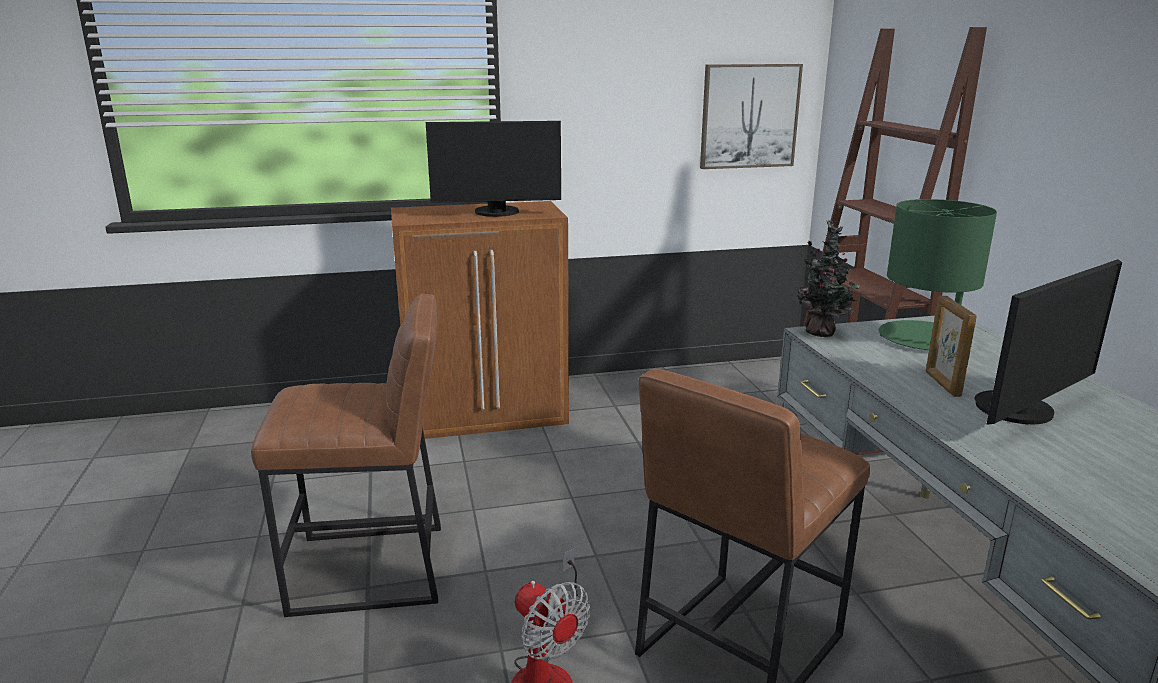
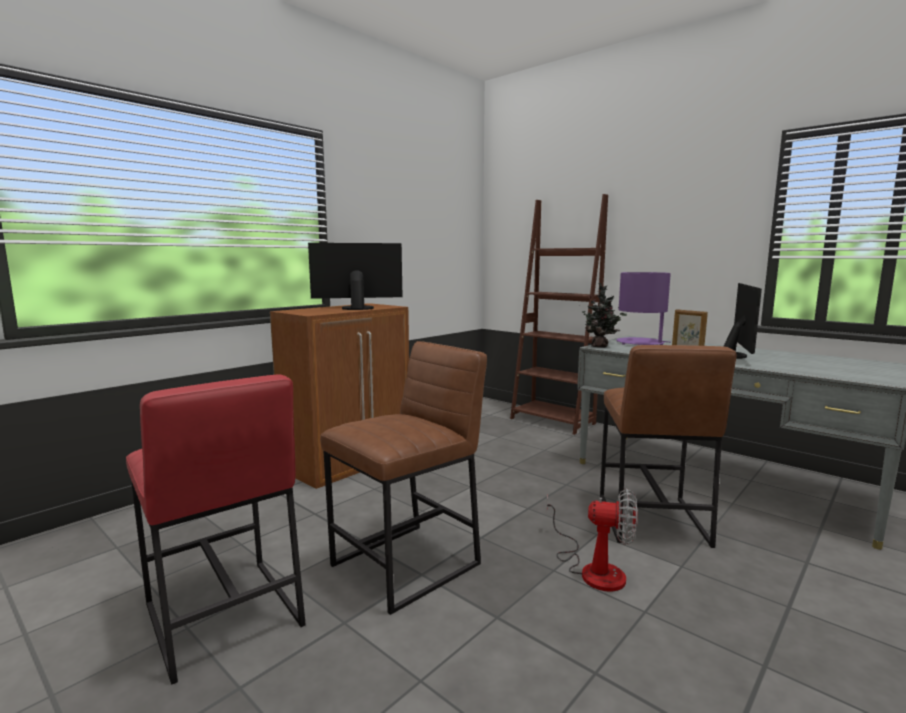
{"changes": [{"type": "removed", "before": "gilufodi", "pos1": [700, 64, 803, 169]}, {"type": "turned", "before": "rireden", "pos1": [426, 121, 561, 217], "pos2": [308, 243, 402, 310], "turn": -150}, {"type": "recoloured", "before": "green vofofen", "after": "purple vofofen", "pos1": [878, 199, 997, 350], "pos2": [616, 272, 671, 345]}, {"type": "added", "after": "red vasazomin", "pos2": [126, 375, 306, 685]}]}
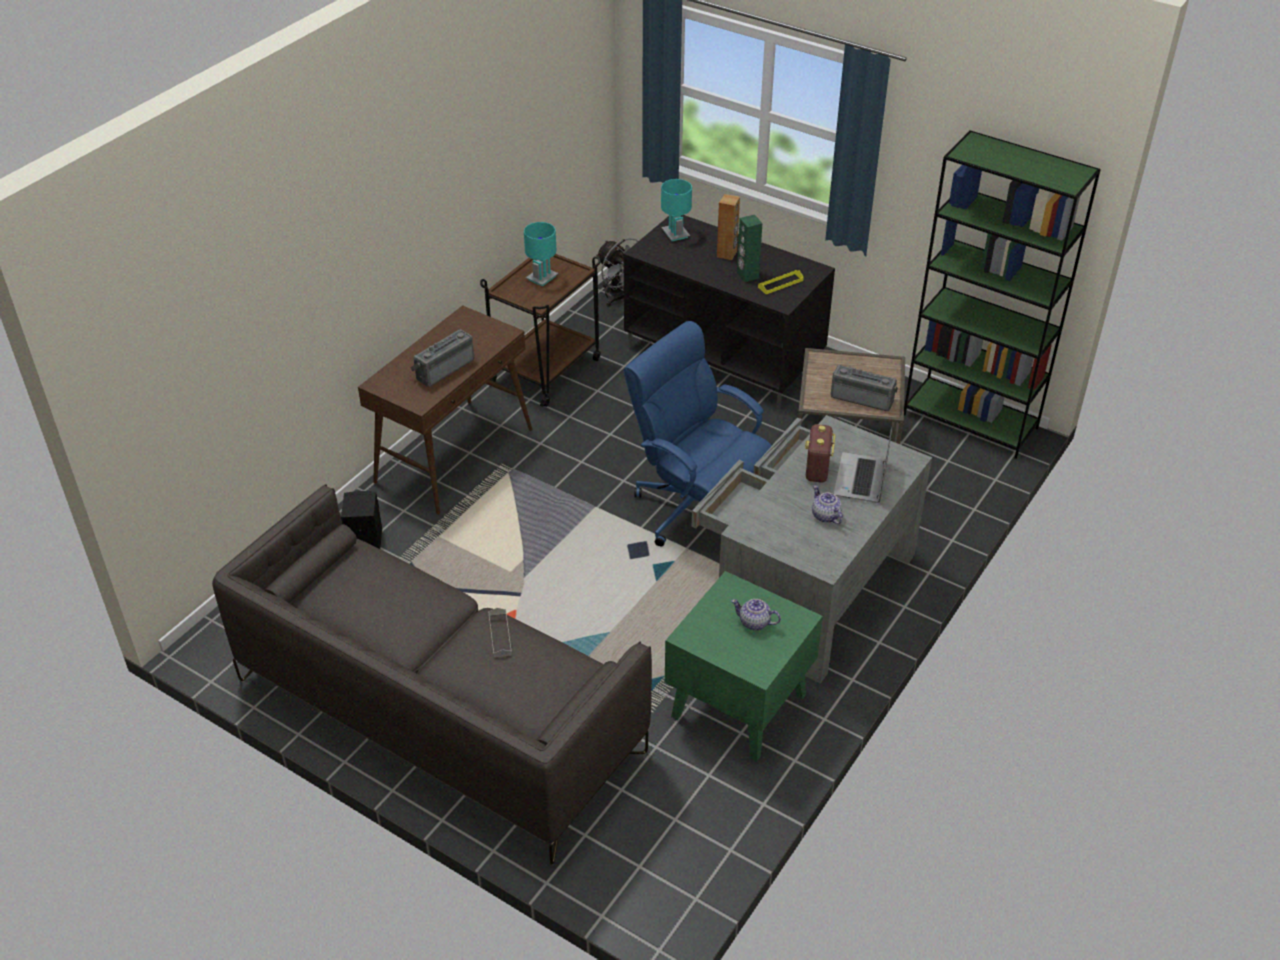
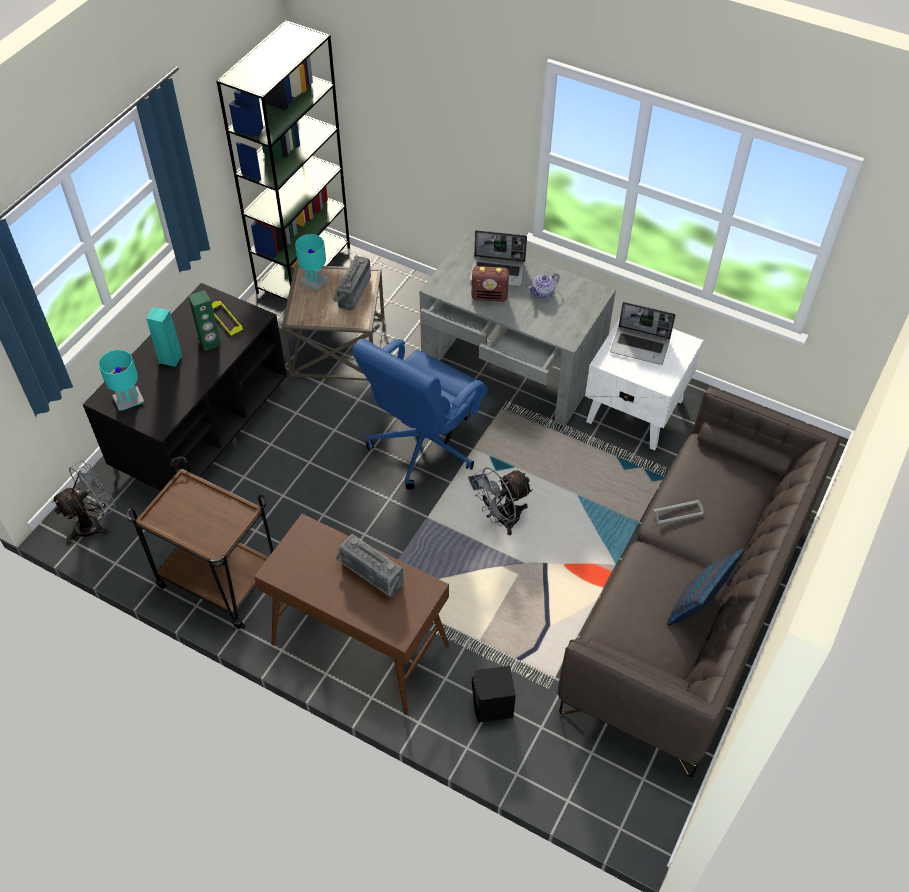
{"changes": [{"type": "recoloured", "before": "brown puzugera", "after": "turquoise puzugera", "pos1": [717, 194, 740, 260], "pos2": [146, 307, 182, 367]}, {"type": "moved", "before": "turquoise vofofen", "pos1": [524, 222, 558, 286], "pos2": [295, 234, 329, 290]}, {"type": "recoloured", "before": "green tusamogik", "after": "white tusamogik", "pos1": [665, 571, 823, 761], "pos2": [585, 318, 703, 450]}, {"type": "replaced", "before": "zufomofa", "after": "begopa", "pos1": [731, 599, 781, 630], "pos2": [610, 302, 676, 365]}, {"type": "added", "after": "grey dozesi", "pos2": [472, 467, 533, 536]}, {"type": "added", "after": "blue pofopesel", "pos2": [667, 549, 744, 626]}]}
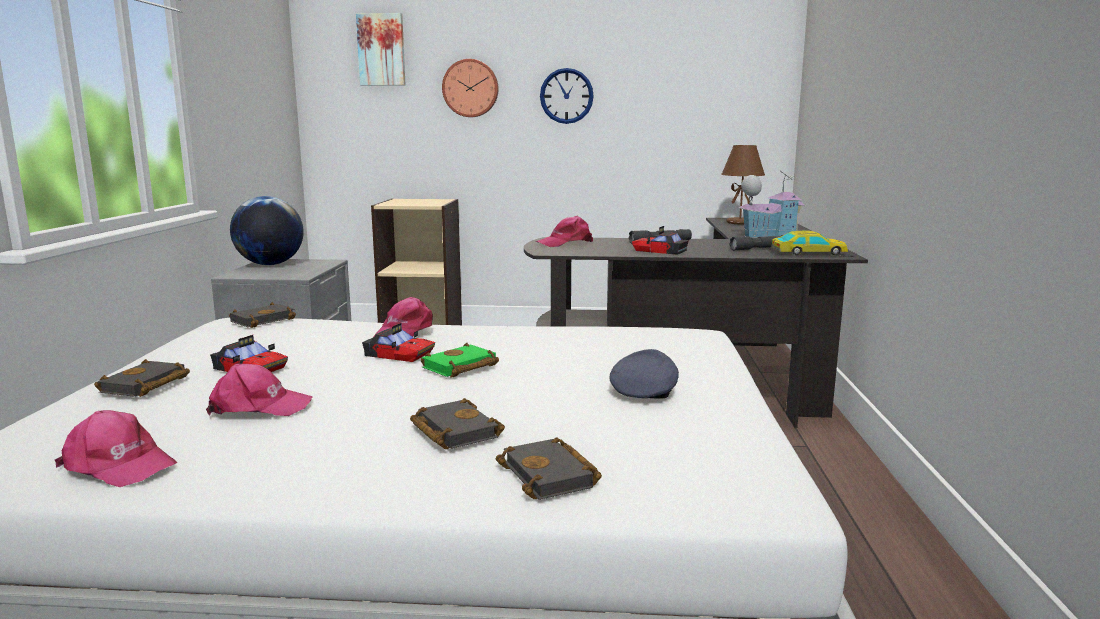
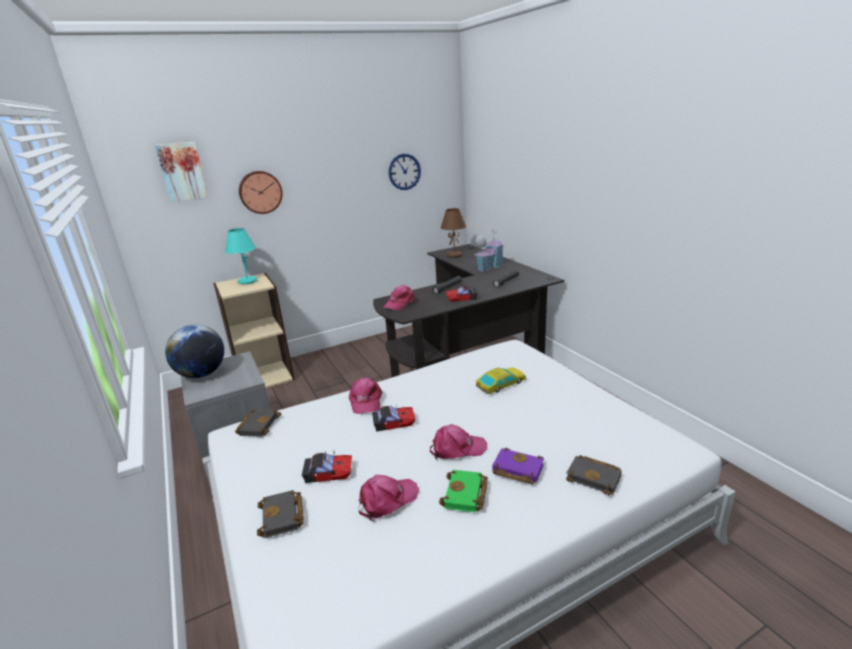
{"changes": [{"type": "moved", "before": "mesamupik", "pos1": [540, 68, 594, 124], "pos2": [389, 154, 421, 190]}, {"type": "moved", "before": "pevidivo", "pos1": [772, 231, 848, 255], "pos2": [476, 367, 526, 394]}, {"type": "moved", "before": "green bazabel", "pos1": [420, 343, 499, 378], "pos2": [439, 470, 488, 512]}, {"type": "removed", "before": "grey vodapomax", "pos1": [610, 349, 679, 399]}, {"type": "recoloured", "before": "black bazabel", "after": "purple bazabel", "pos1": [410, 398, 505, 449], "pos2": [492, 448, 544, 484]}, {"type": "moved", "before": "pink vodapomax", "pos1": [55, 410, 177, 487], "pos2": [430, 424, 487, 460]}, {"type": "added", "after": "turquoise vofofen", "pos2": [225, 228, 257, 284]}]}
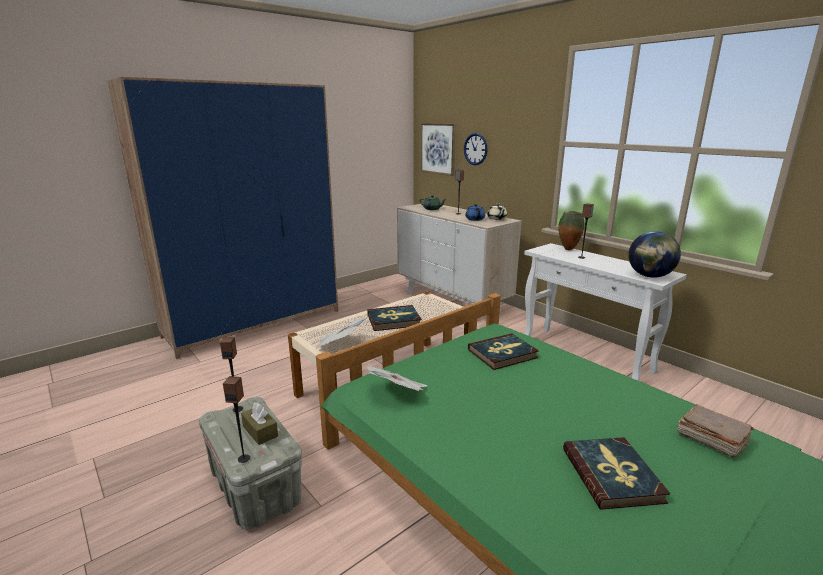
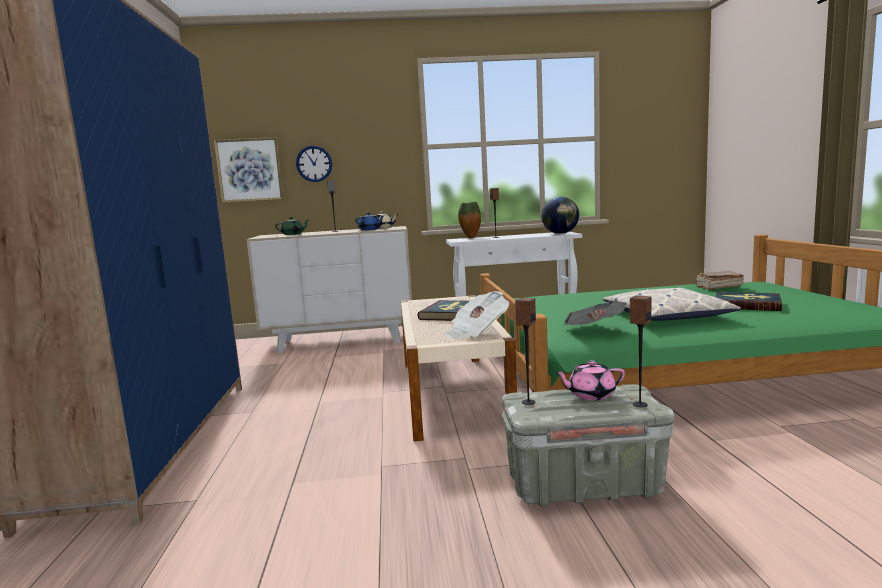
{"changes": [{"type": "removed", "before": "bazabel", "pos1": [468, 333, 539, 370]}, {"type": "replaced", "before": "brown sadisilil", "after": "pink zufomofa", "pos1": [241, 403, 278, 445], "pos2": [555, 360, 625, 400]}, {"type": "added", "after": "pofopesel", "pos2": [603, 287, 741, 321]}]}
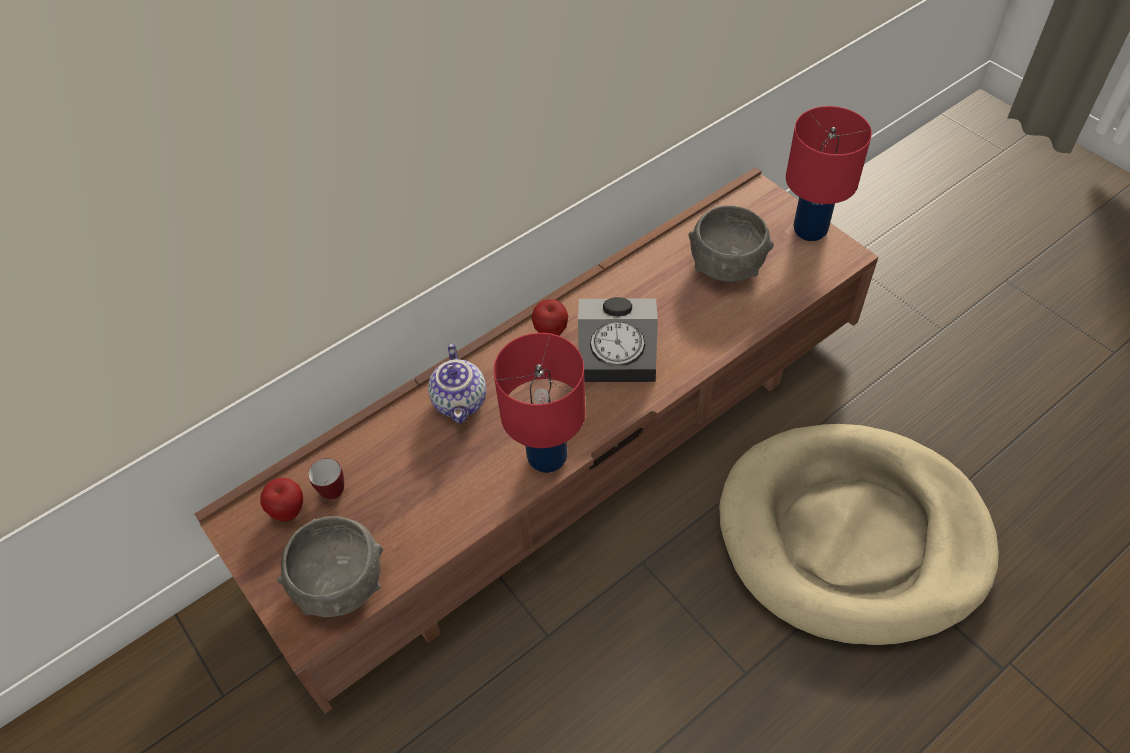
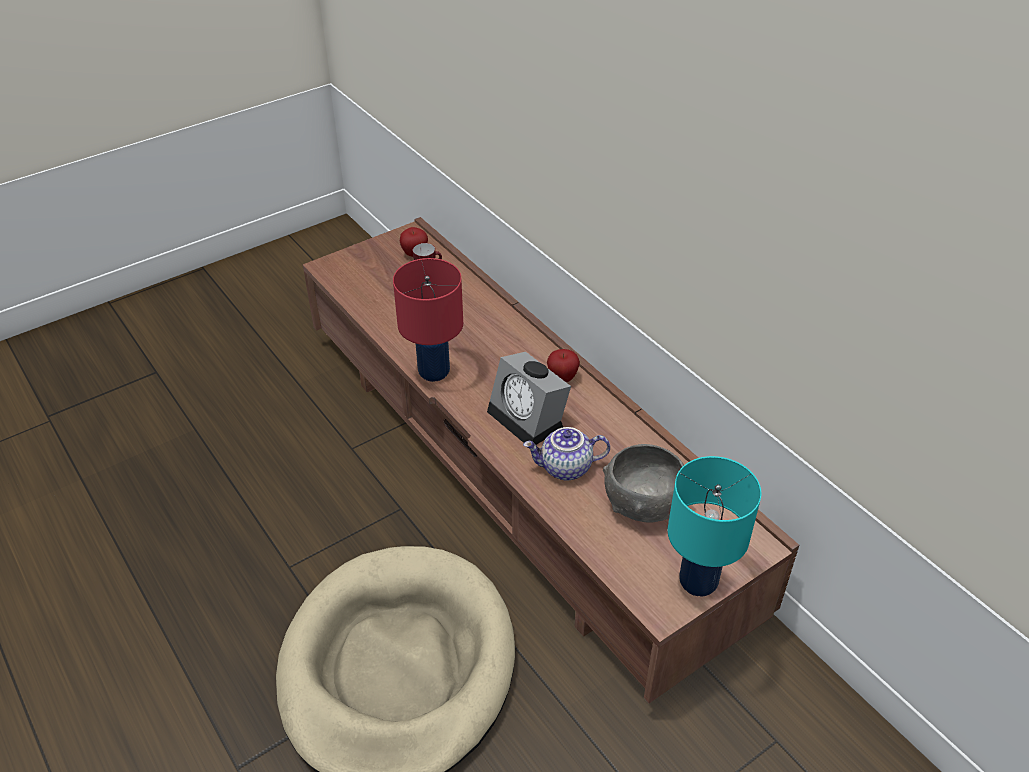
{"changes": [{"type": "recoloured", "before": "red vofofen", "after": "turquoise vofofen", "pos1": [786, 106, 872, 241], "pos2": [668, 456, 761, 597]}, {"type": "turned", "before": "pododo", "pos1": [578, 297, 658, 382], "pos2": [487, 352, 571, 445], "turn": -45}, {"type": "moved", "before": "zufomofa", "pos1": [428, 344, 486, 423], "pos2": [523, 427, 610, 480]}, {"type": "removed", "before": "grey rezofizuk", "pos1": [277, 516, 383, 617]}]}
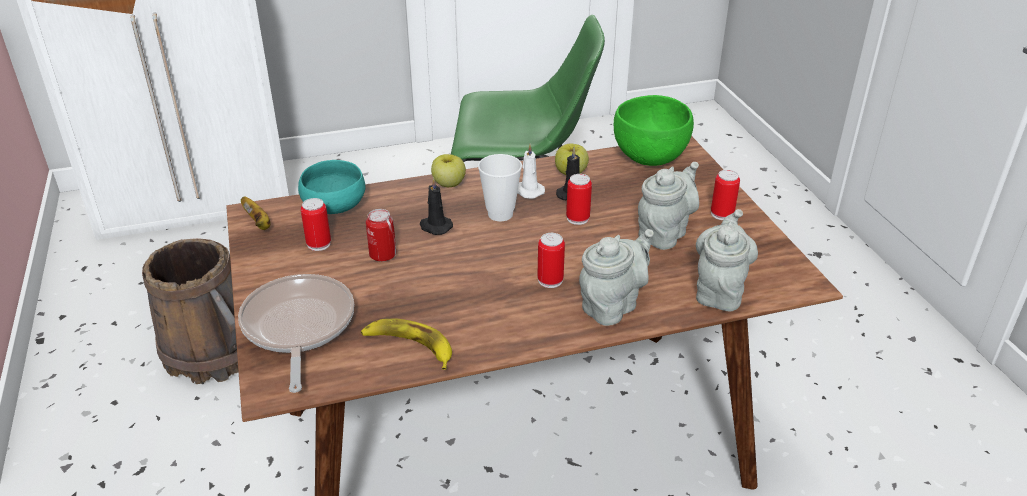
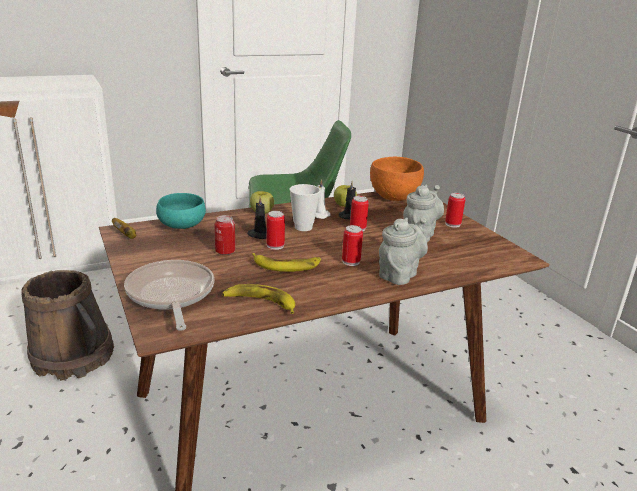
{"changes": [{"type": "recoloured", "before": "green rezofizuk", "after": "orange rezofizuk", "pos1": [614, 95, 694, 166], "pos2": [370, 157, 424, 201]}, {"type": "moved", "before": "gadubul", "pos1": [301, 198, 331, 251], "pos2": [267, 211, 285, 250]}, {"type": "removed", "before": "grey zufomofa", "pos1": [696, 209, 758, 311]}, {"type": "added", "after": "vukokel", "pos2": [252, 253, 321, 272]}]}
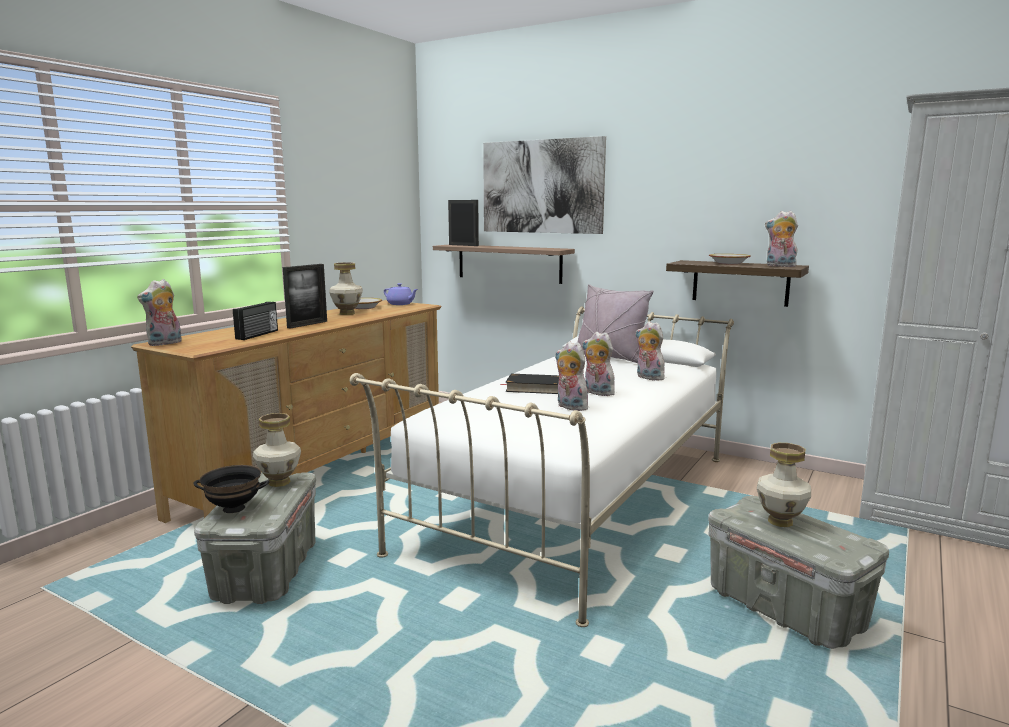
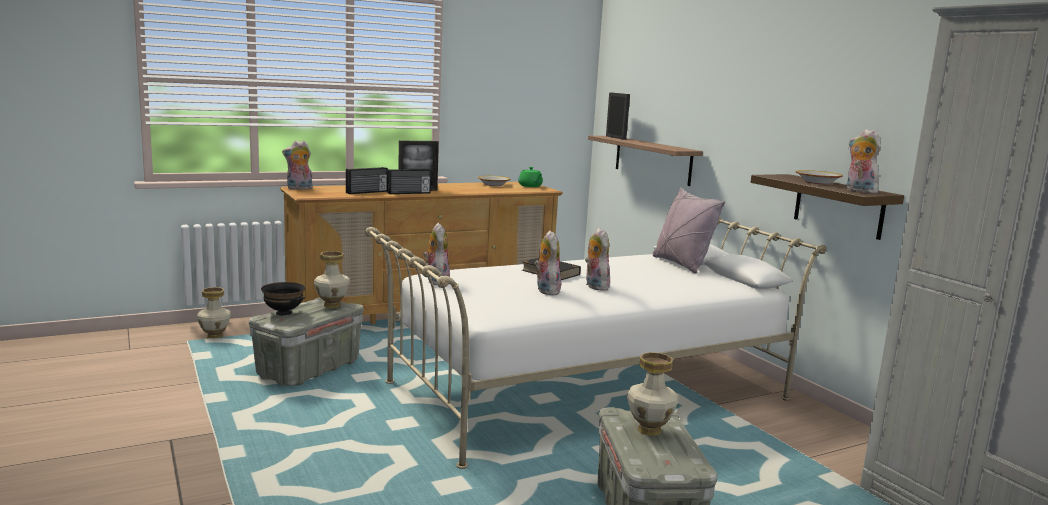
{"changes": [{"type": "removed", "before": "gilufodi", "pos1": [483, 136, 606, 234]}, {"type": "moved", "before": "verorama", "pos1": [329, 262, 363, 315], "pos2": [197, 287, 231, 338]}, {"type": "recoloured", "before": "purple zufomofa", "after": "green zufomofa", "pos1": [384, 283, 418, 305], "pos2": [518, 167, 543, 187]}, {"type": "moved", "before": "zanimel", "pos1": [635, 321, 665, 381], "pos2": [423, 223, 450, 285]}, {"type": "added", "after": "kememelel", "pos2": [387, 169, 431, 194]}]}
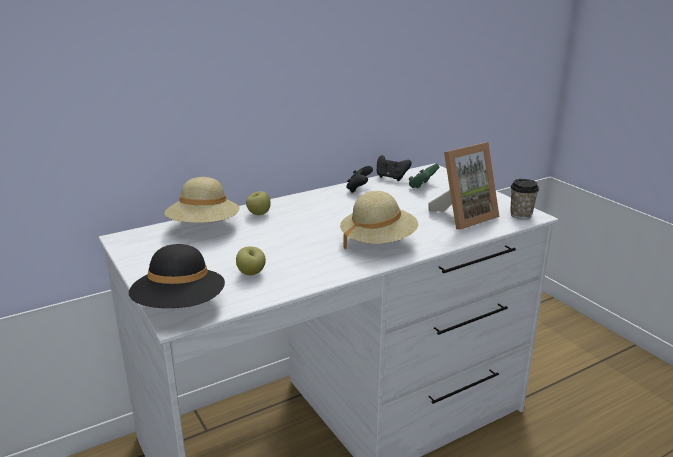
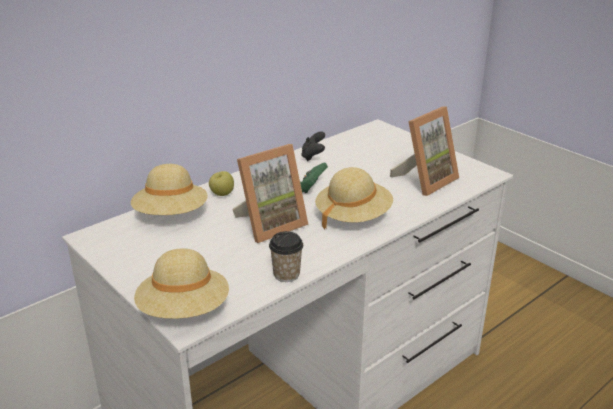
{"changes": [{"type": "removed", "before": "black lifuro", "pos1": [377, 155, 412, 181]}, {"type": "moved", "before": "green lifuro", "pos1": [409, 164, 439, 189], "pos2": [300, 162, 328, 193]}, {"type": "moved", "before": "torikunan", "pos1": [510, 179, 539, 219], "pos2": [269, 231, 303, 282]}, {"type": "recoloured", "before": "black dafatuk", "after": "beige dafatuk", "pos1": [129, 244, 225, 308], "pos2": [134, 248, 229, 319]}, {"type": "removed", "before": "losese", "pos1": [236, 246, 266, 275]}, {"type": "added", "after": "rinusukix", "pos2": [232, 144, 309, 243]}]}
